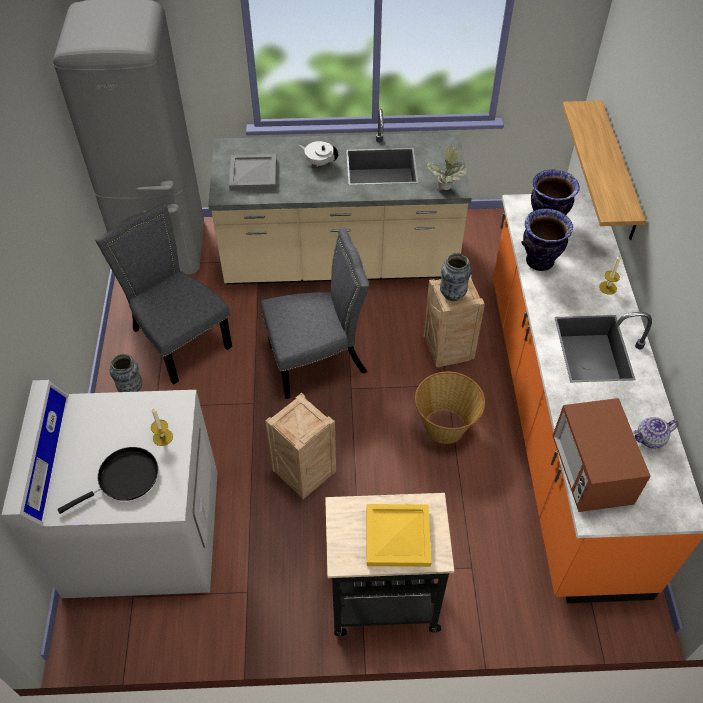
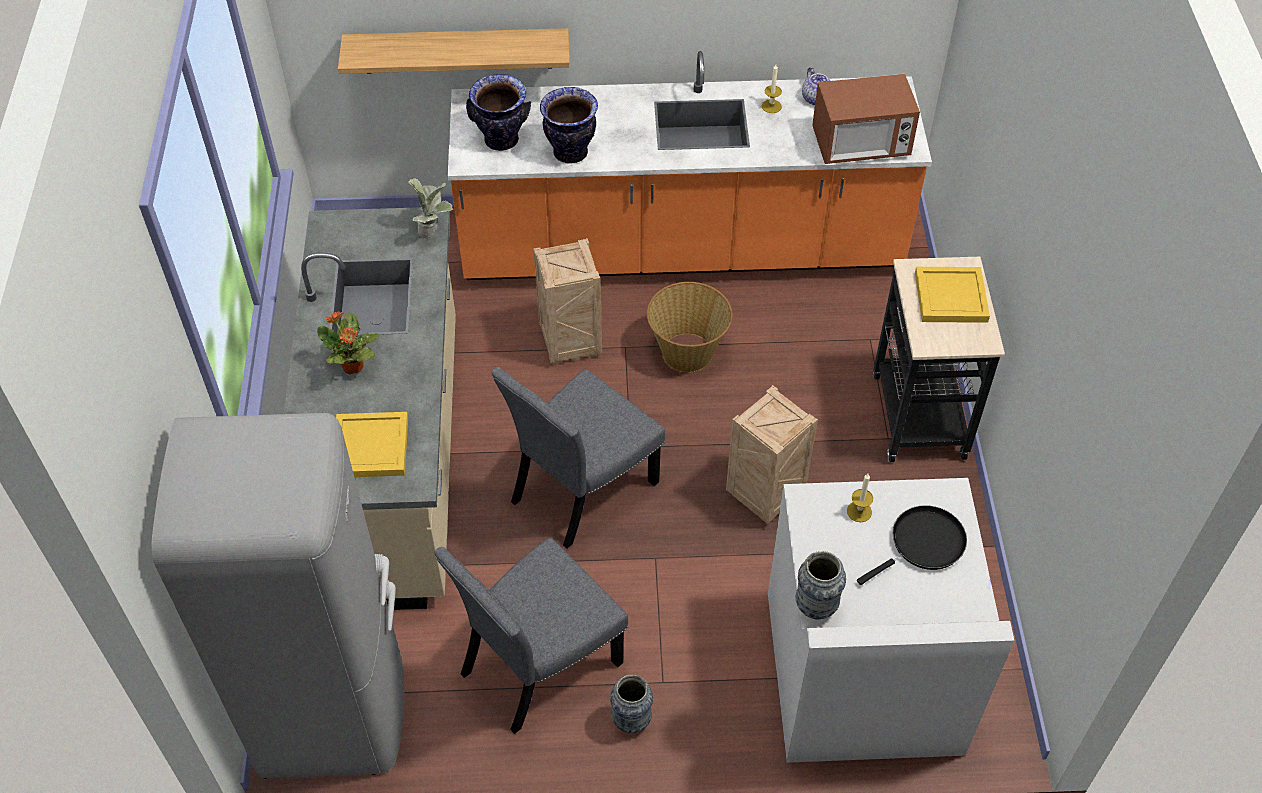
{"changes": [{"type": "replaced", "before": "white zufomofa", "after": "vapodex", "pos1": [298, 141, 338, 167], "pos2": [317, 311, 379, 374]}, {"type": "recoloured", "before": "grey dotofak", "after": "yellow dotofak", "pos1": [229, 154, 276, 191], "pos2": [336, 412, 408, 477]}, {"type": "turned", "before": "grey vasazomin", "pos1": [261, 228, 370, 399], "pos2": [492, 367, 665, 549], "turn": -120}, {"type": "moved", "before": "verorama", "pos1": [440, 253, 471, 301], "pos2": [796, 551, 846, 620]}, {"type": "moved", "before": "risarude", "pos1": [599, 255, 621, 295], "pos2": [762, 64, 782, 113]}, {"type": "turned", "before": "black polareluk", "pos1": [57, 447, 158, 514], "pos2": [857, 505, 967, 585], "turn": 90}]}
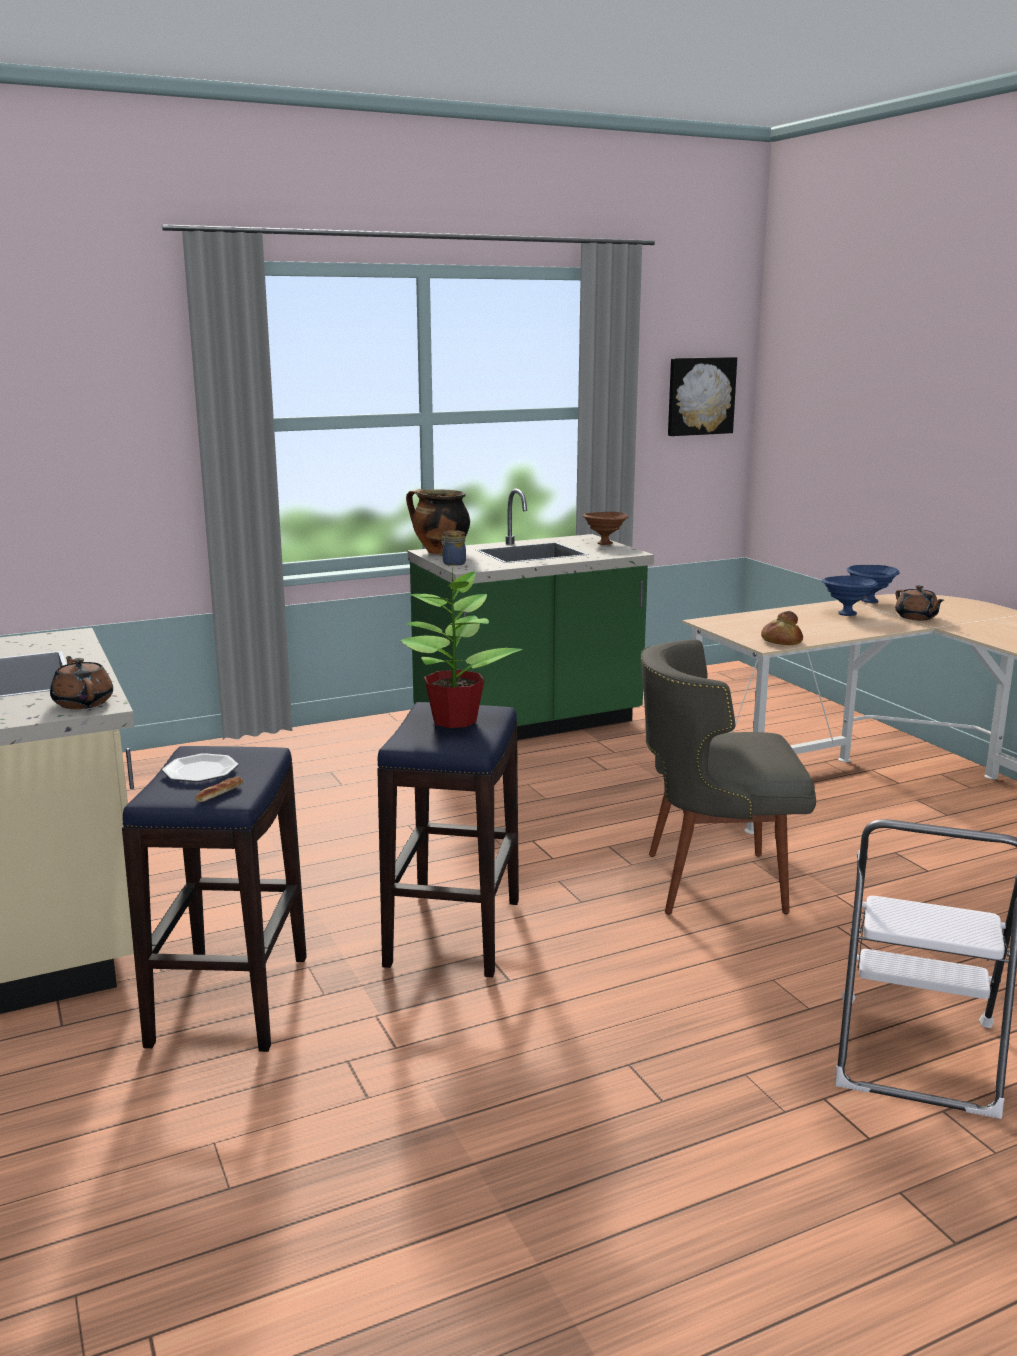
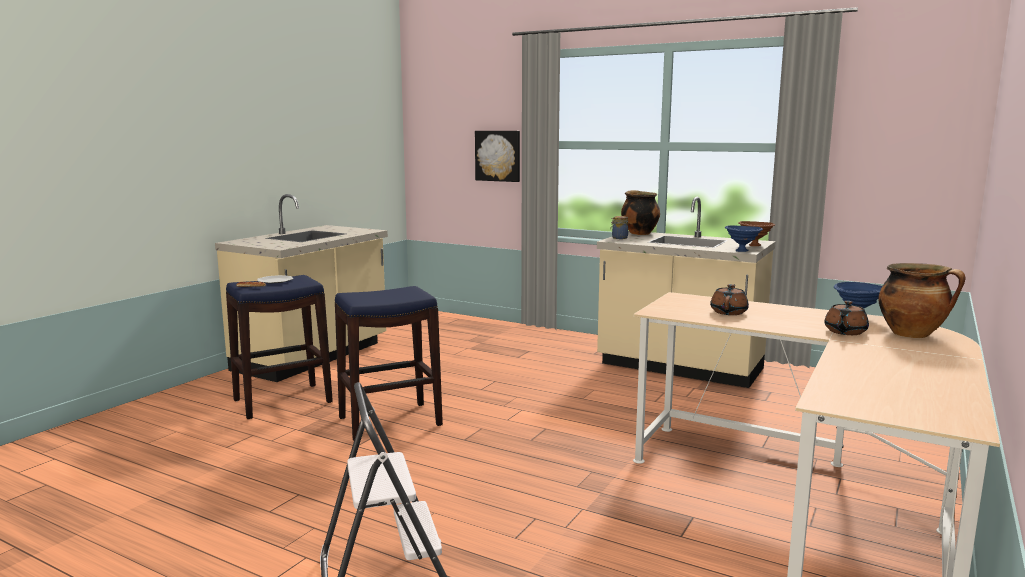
{"changes": [{"type": "moved", "before": "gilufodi", "pos1": [668, 357, 737, 436], "pos2": [475, 131, 520, 182]}, {"type": "recoloured", "before": "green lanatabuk", "after": "beige lanatabuk", "pos1": [408, 489, 654, 740], "pos2": [597, 196, 776, 388]}, {"type": "removed", "before": "vapodex", "pos1": [400, 568, 522, 728]}, {"type": "moved", "before": "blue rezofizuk", "pos1": [821, 576, 878, 616], "pos2": [725, 225, 763, 252]}, {"type": "removed", "before": "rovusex", "pos1": [761, 611, 803, 645]}, {"type": "removed", "before": "grey vasazomin", "pos1": [640, 639, 816, 915]}, {"type": "moved", "before": "brown zufomofa", "pos1": [50, 656, 113, 709], "pos2": [710, 284, 749, 315]}, {"type": "added", "after": "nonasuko", "pos2": [878, 263, 965, 338]}]}
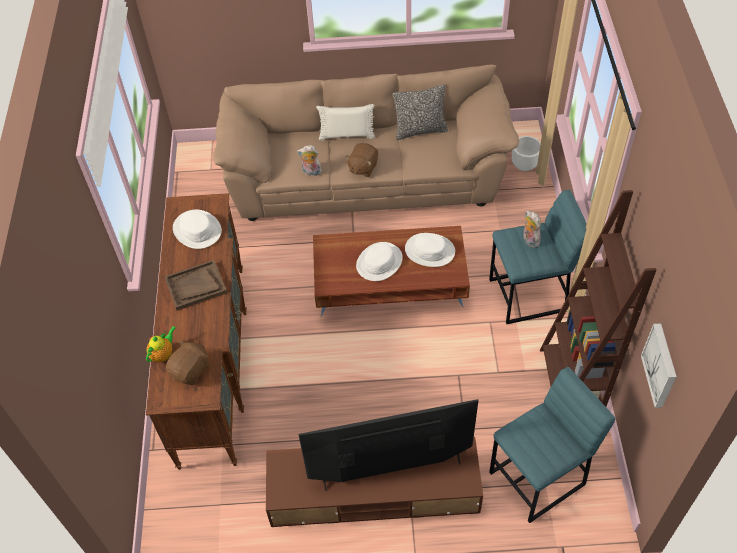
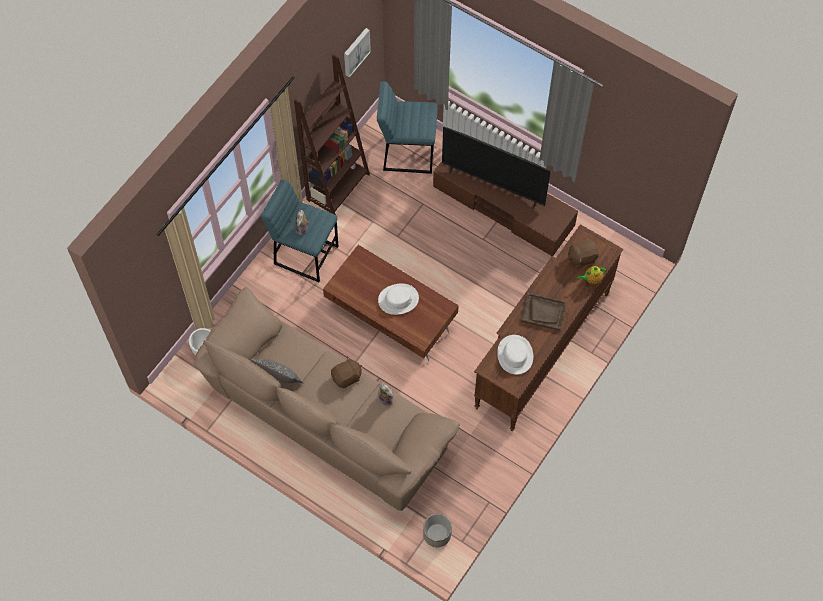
{"changes": [{"type": "removed", "before": "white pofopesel", "pos1": [316, 104, 375, 141]}, {"type": "removed", "before": "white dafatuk", "pos1": [405, 233, 455, 267]}, {"type": "added", "after": "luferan", "pos2": [423, 514, 452, 547]}]}
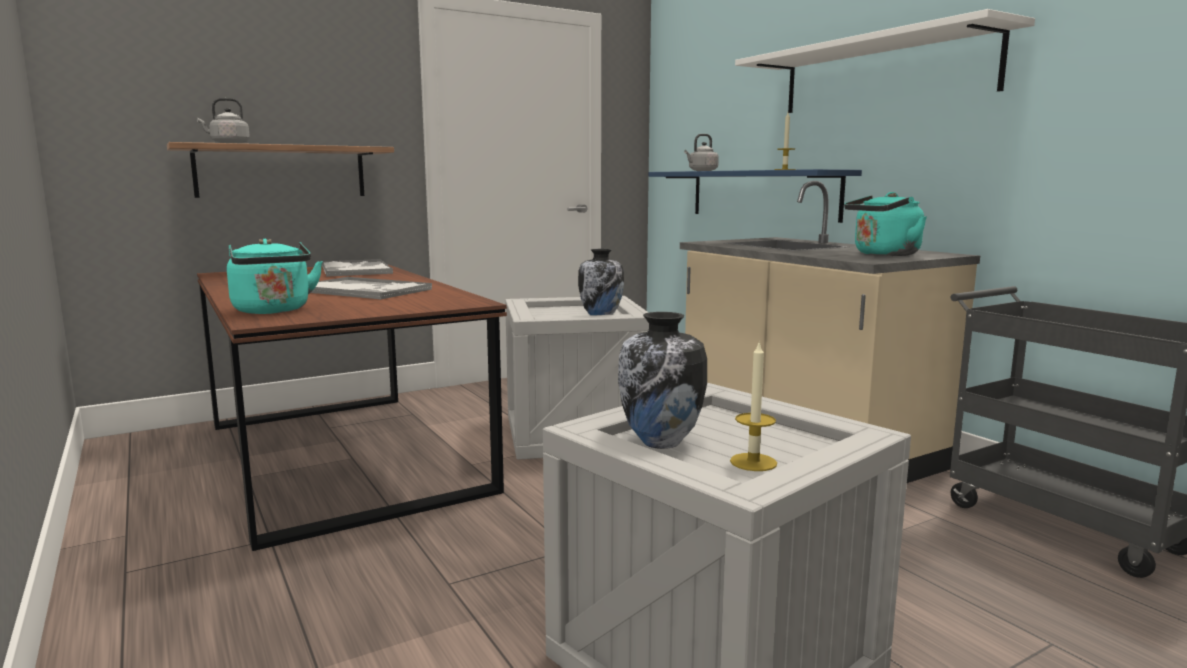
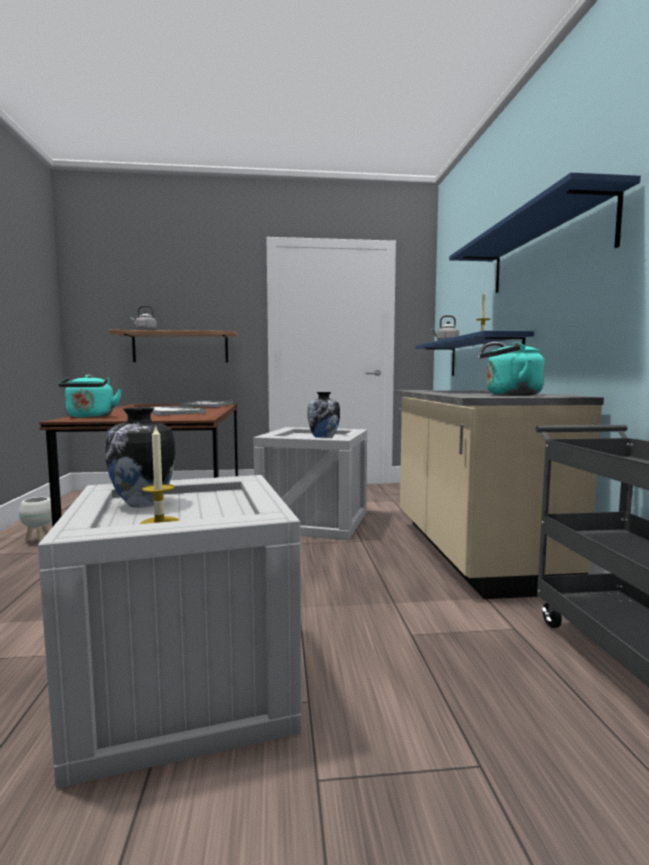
{"changes": [{"type": "recoloured", "before": "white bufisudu", "after": "blue bufisudu", "pos1": [735, 9, 1035, 113], "pos2": [449, 172, 641, 293]}, {"type": "added", "after": "white luferan", "pos2": [19, 497, 52, 543]}]}
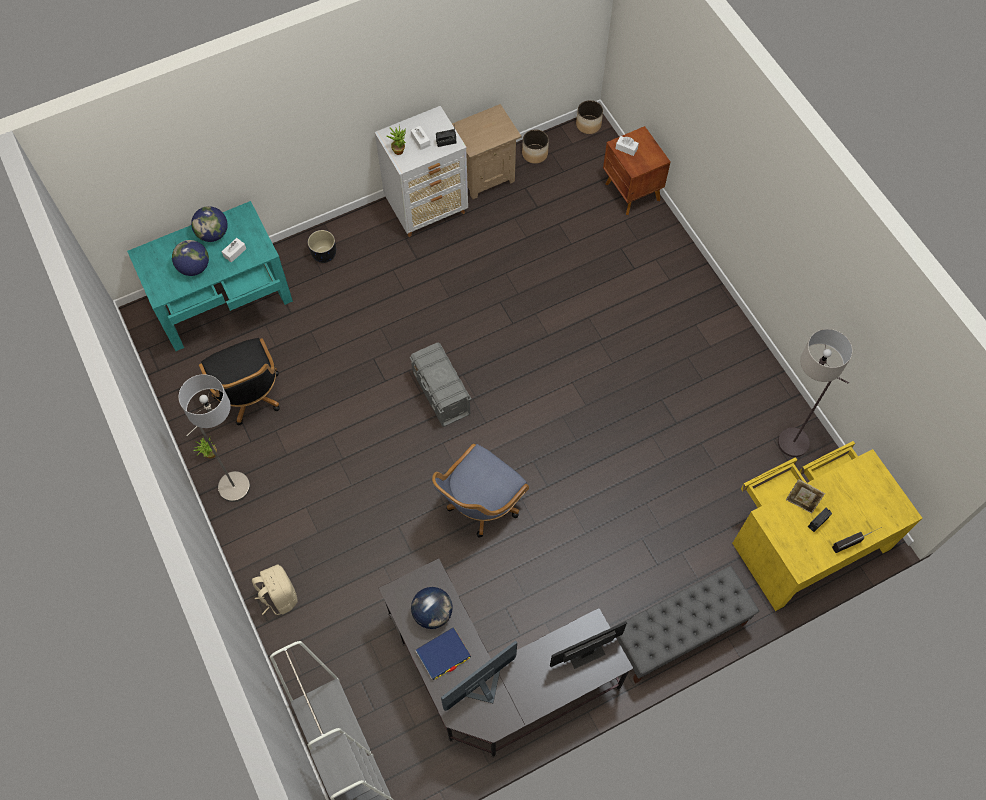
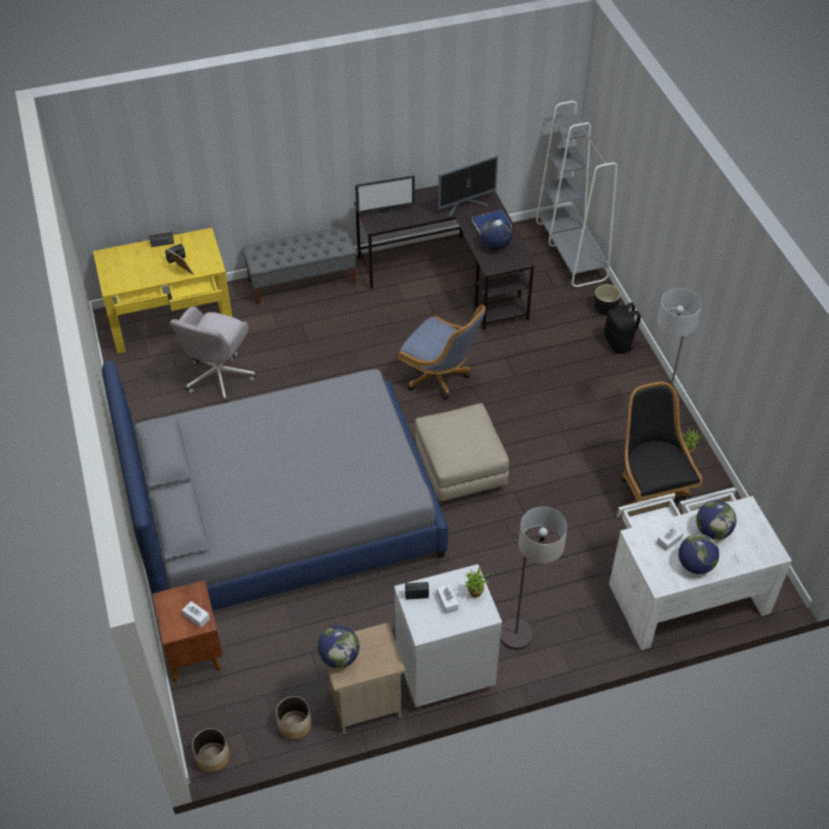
{"changes": [{"type": "recoloured", "before": "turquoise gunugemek", "after": "white gunugemek", "pos1": [127, 201, 293, 351], "pos2": [609, 487, 792, 650]}, {"type": "moved", "before": "black luferan", "pos1": [308, 230, 336, 263], "pos2": [594, 284, 621, 316]}, {"type": "moved", "before": "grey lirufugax", "pos1": [778, 329, 852, 457], "pos2": [500, 507, 567, 650]}, {"type": "replaced", "before": "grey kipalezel", "after": "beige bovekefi", "pos1": [410, 343, 472, 427], "pos2": [415, 403, 509, 504]}, {"type": "turned", "before": "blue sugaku", "pos1": [432, 444, 529, 538], "pos2": [398, 305, 486, 400], "turn": 75}, {"type": "recoloured", "before": "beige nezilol", "after": "black nezilol", "pos1": [252, 564, 298, 615], "pos2": [604, 303, 641, 353]}, {"type": "added", "after": "grey sugaku", "pos2": [170, 306, 255, 403]}, {"type": "added", "after": "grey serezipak", "pos2": [102, 361, 448, 611]}, {"type": "added", "after": "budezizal", "pos2": [317, 625, 359, 668]}]}
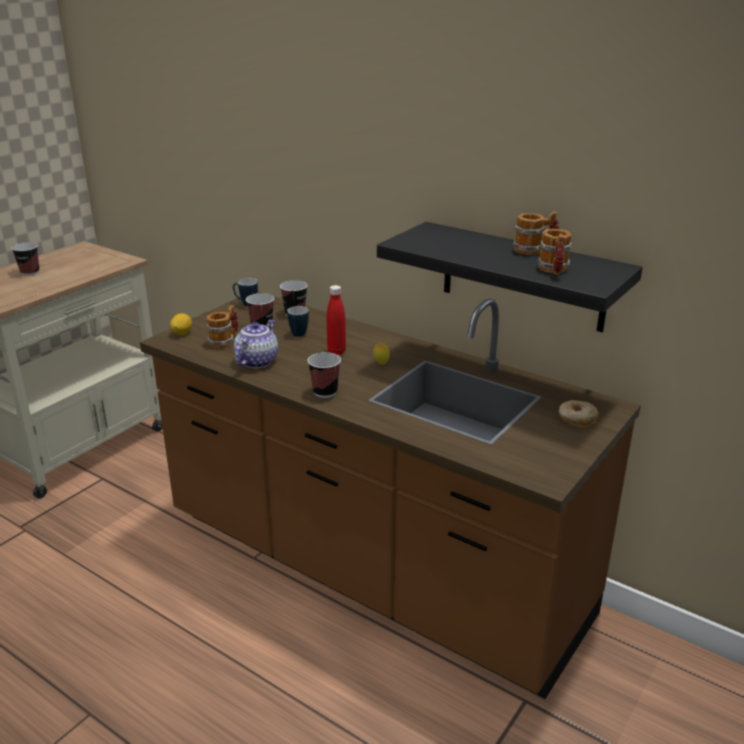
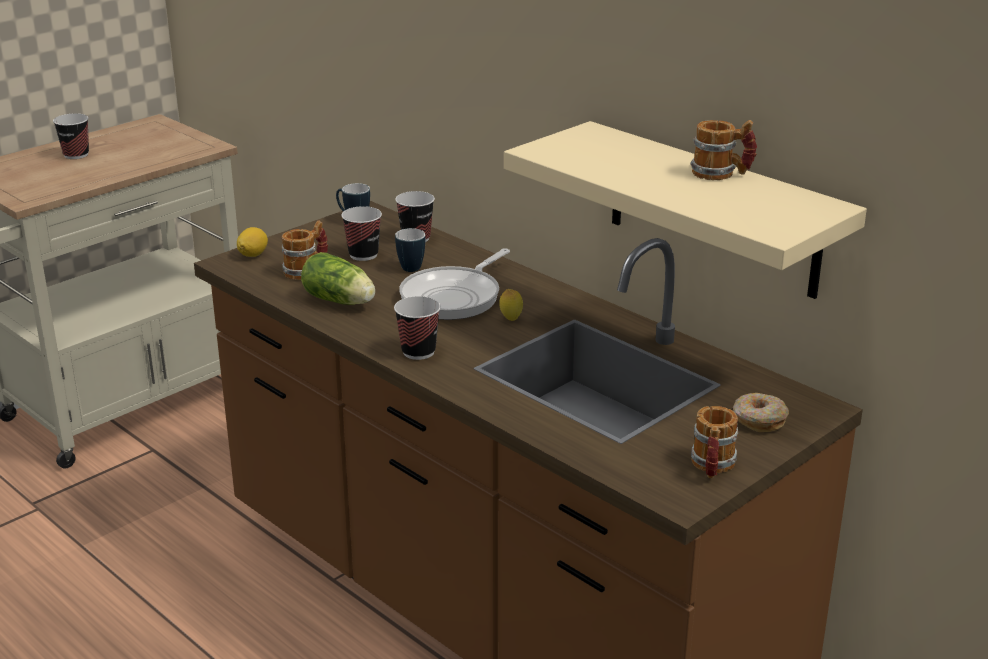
{"changes": [{"type": "recoloured", "before": "black bufisudu", "after": "beige bufisudu", "pos1": [377, 222, 643, 332], "pos2": [504, 121, 867, 299]}, {"type": "moved", "before": "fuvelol", "pos1": [538, 229, 571, 275], "pos2": [691, 406, 738, 478]}, {"type": "replaced", "before": "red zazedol", "after": "polareluk", "pos1": [327, 285, 346, 355], "pos2": [399, 248, 510, 320]}, {"type": "replaced", "before": "zufomofa", "after": "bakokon", "pos1": [234, 319, 278, 368], "pos2": [301, 252, 375, 305]}]}
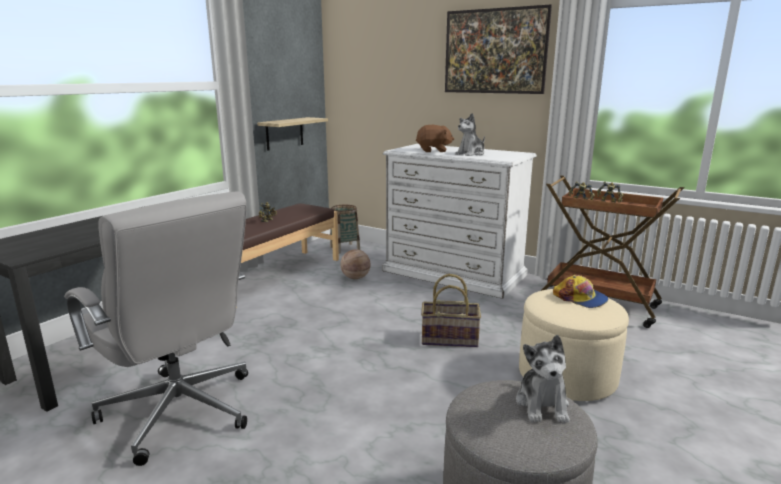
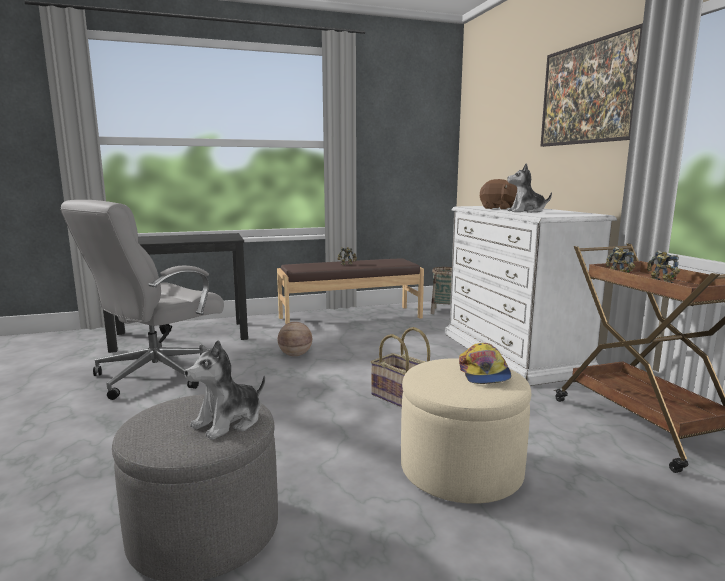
{"changes": [{"type": "removed", "before": "bufisudu", "pos1": [257, 117, 328, 151]}, {"type": "turned", "before": "grey sugaku", "pos1": [64, 191, 248, 466], "pos2": [61, 200, 224, 400], "turn": 45}, {"type": "moved", "before": "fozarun", "pos1": [341, 249, 371, 279], "pos2": [278, 322, 312, 356]}]}
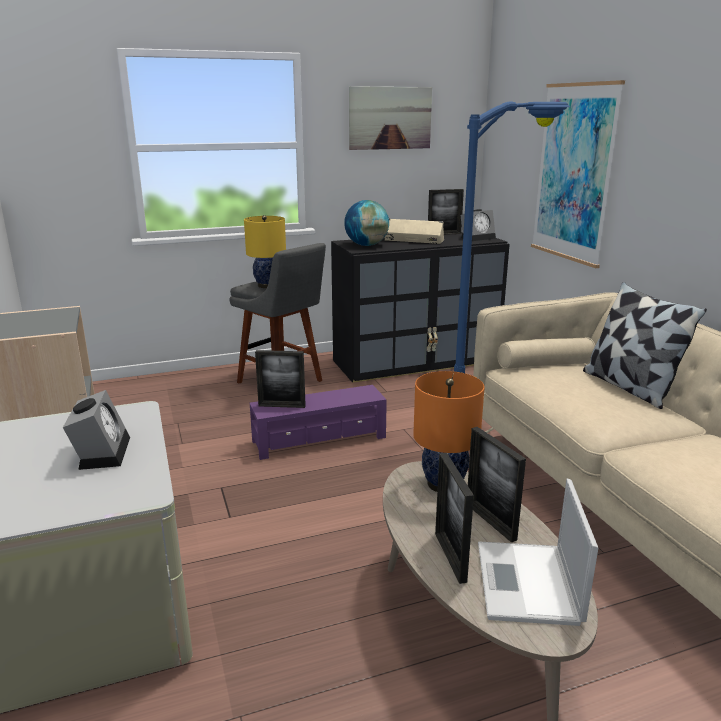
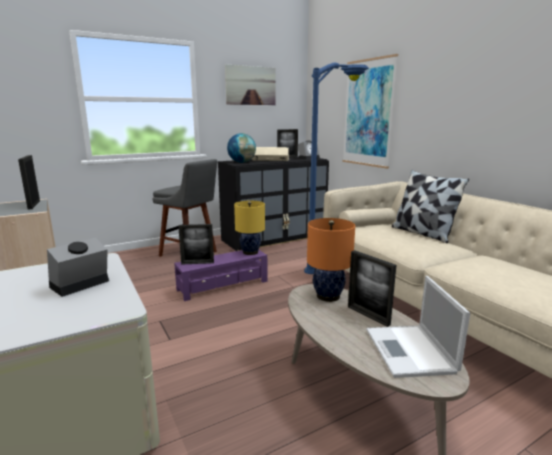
{"changes": [{"type": "moved", "before": "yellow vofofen", "pos1": [244, 215, 286, 288], "pos2": [234, 201, 265, 255]}, {"type": "turned", "before": "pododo", "pos1": [63, 390, 130, 470], "pos2": [47, 238, 109, 297], "turn": -120}, {"type": "moved", "before": "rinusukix", "pos1": [435, 453, 474, 584], "pos2": [18, 155, 40, 210]}]}
